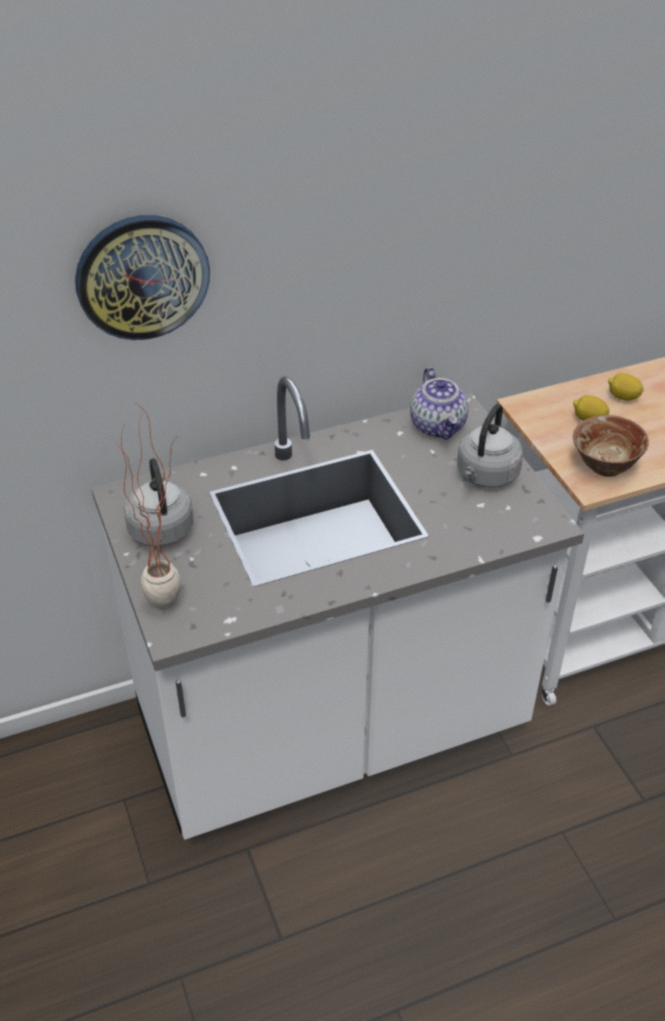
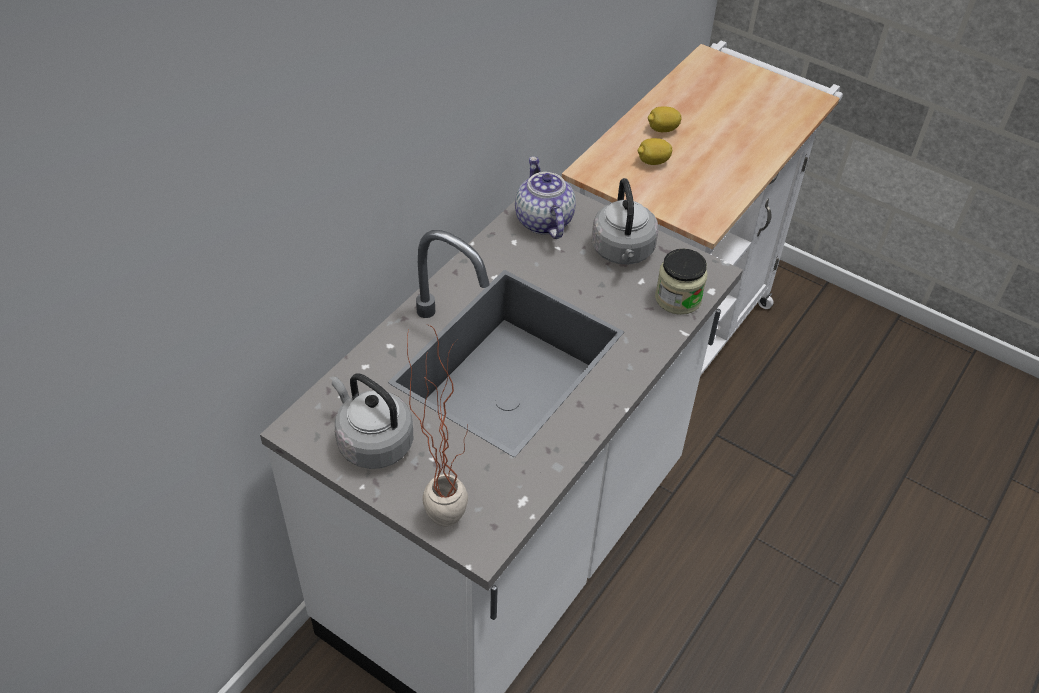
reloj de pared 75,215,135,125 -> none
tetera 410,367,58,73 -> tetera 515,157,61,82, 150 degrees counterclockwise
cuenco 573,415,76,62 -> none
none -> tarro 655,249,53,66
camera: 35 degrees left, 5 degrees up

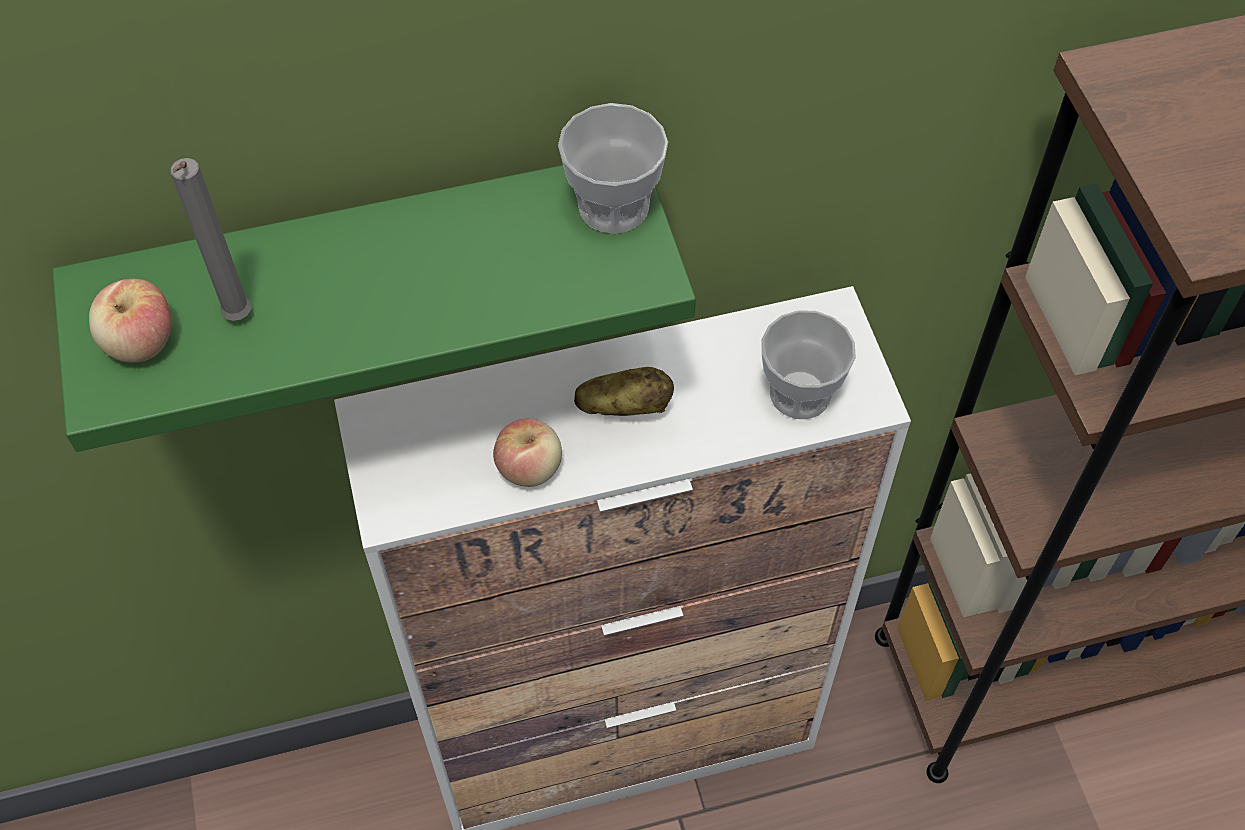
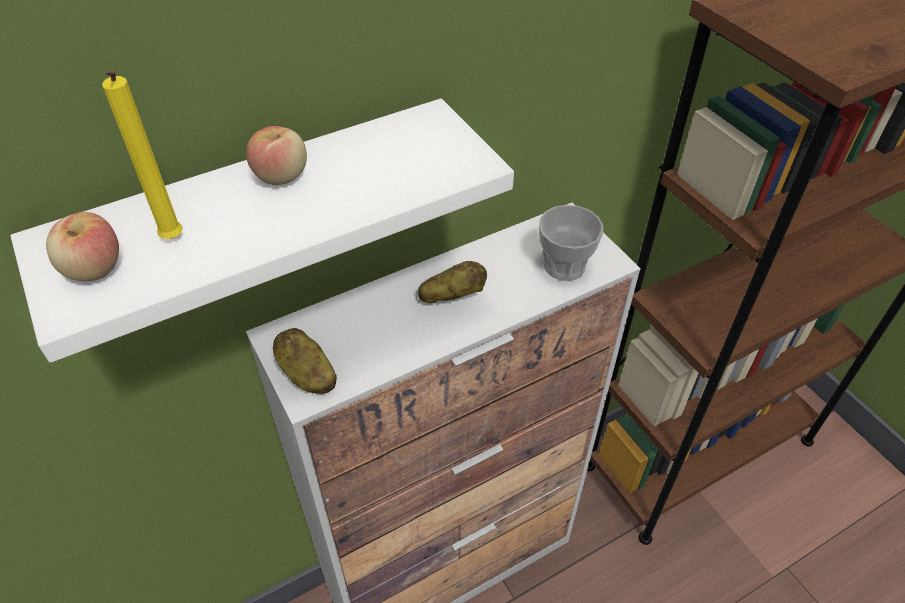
estante (verde) 52,165,644,287 -> estante (blanco) 11,98,503,265
vela (gris) 170,158,81,163 -> vela (amarillo) 102,71,81,168
manzana 493,418,69,69 -> manzana 246,126,61,59, shifted
taza 558,103,110,131 -> none
none -> patata 273,328,64,66
camera: 15 degrees left, 10 degrees down

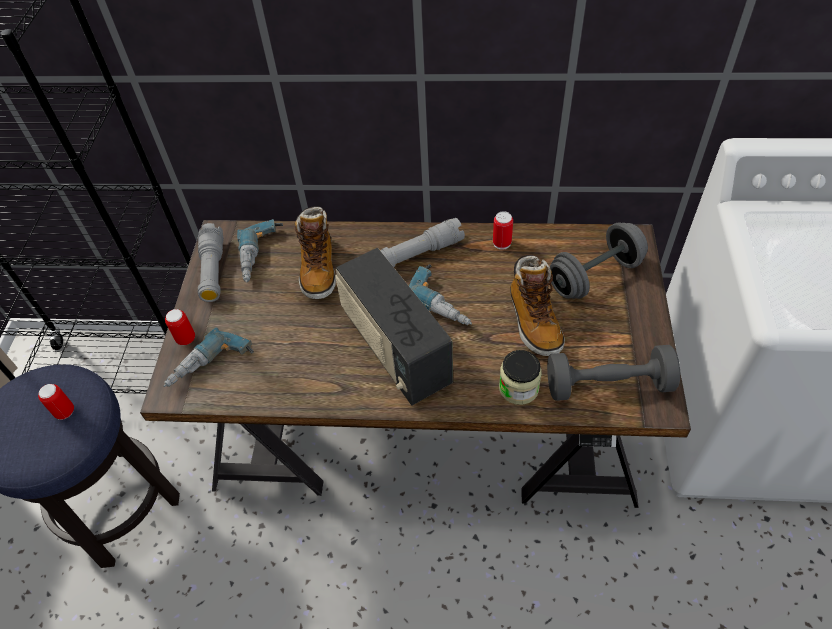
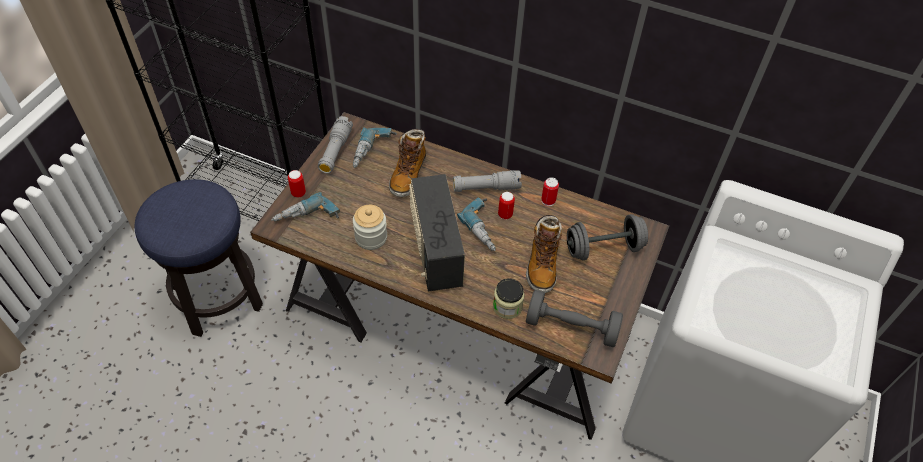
lata 38,384,36,36 -> lata 498,192,17,27, shifted
none -> tarro 353,205,34,45
camera: 15 degrees right, 0 degrees up

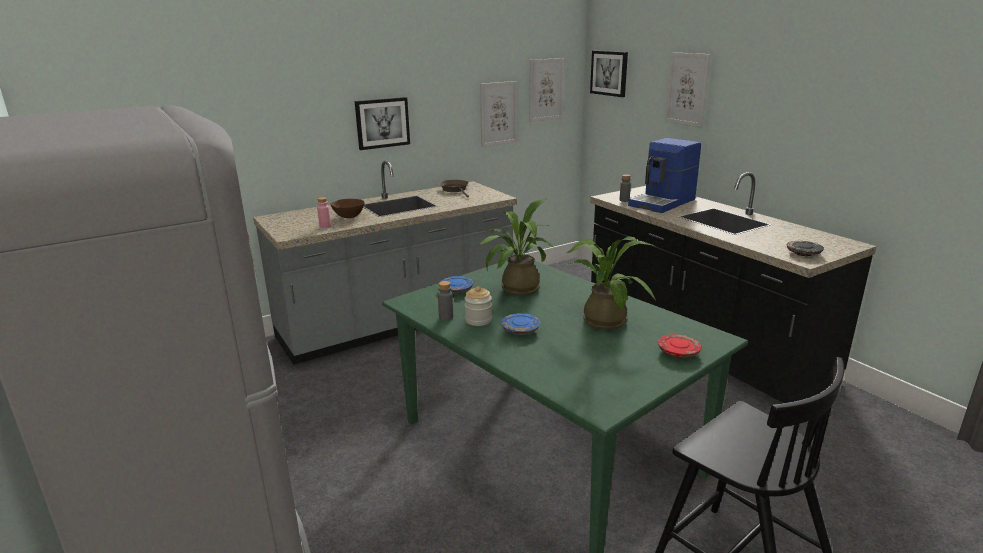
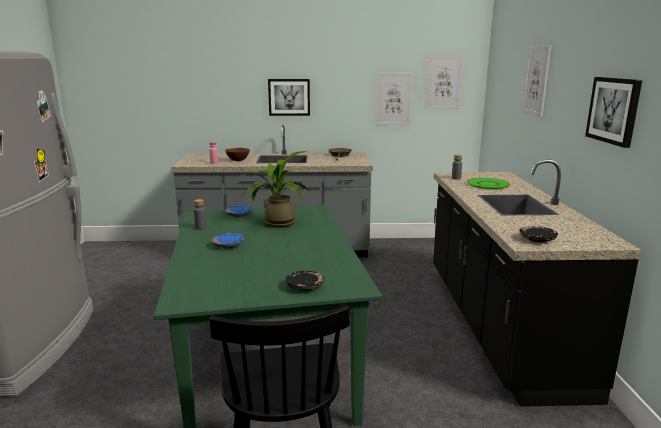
tarro 464,286,28,40 -> none
planta en maceta 562,236,94,94 -> none
cuadro 590,51,38,46 -> cuadro 585,77,57,71, shifted
cafetera 628,138,73,75 -> plato (verde) 467,178,43,11
plato (rojo) 658,334,44,24 -> plato (negro) 286,271,39,20
camera: 30 degrees right, 5 degrees down

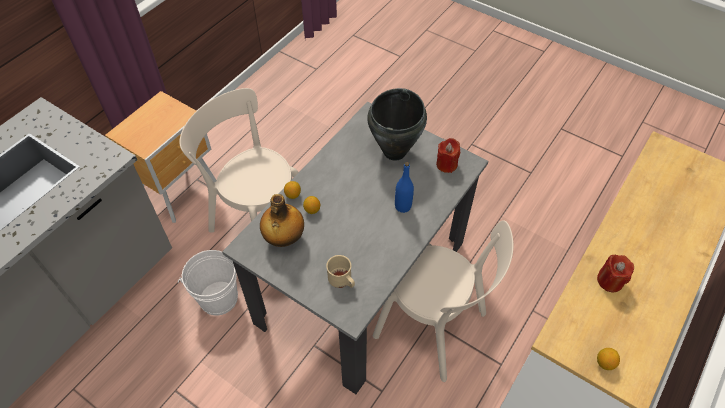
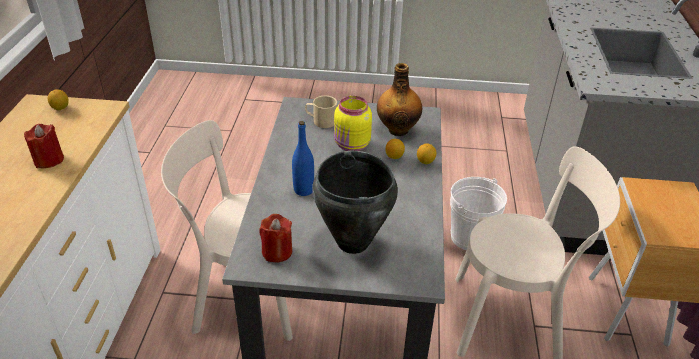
none -> tarro (amarillo) 334,96,38,55
camera: 150 degrees right, 15 degrees down

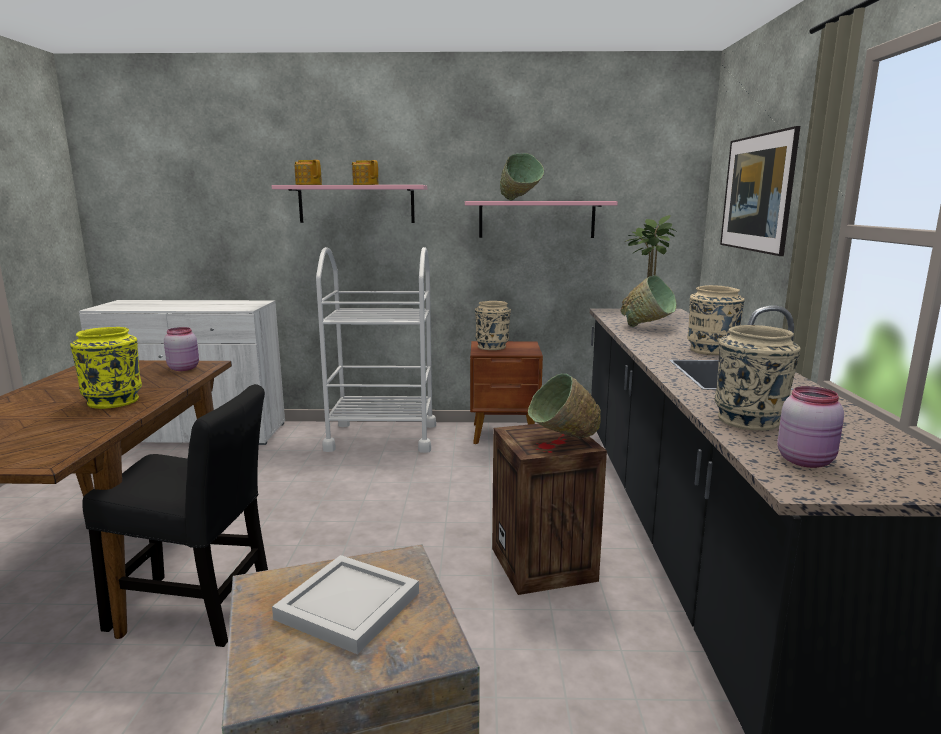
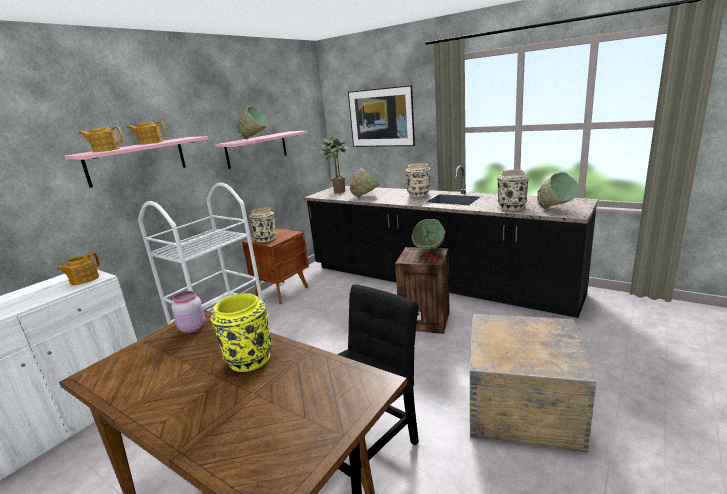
bandeja (blanco) 272,555,147,100 -> none
tarro (rosa) 777,386,67,82 -> cuenco (verde) 537,172,42,36
none -> tetera 57,252,43,33
camera: 55 degrees left, 5 degrees up

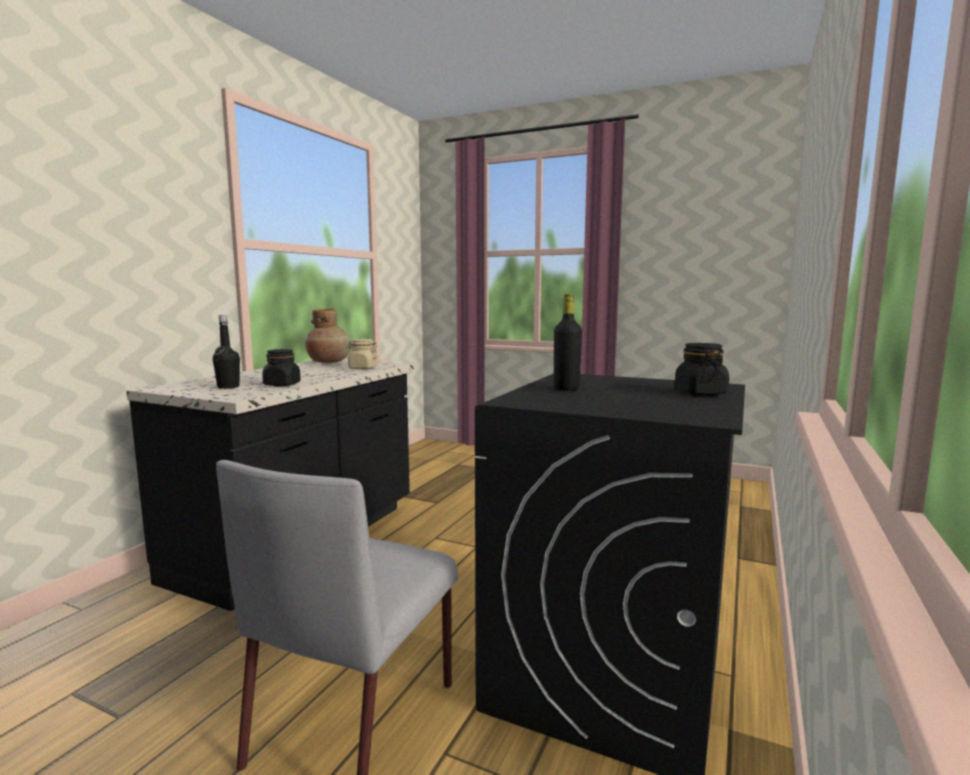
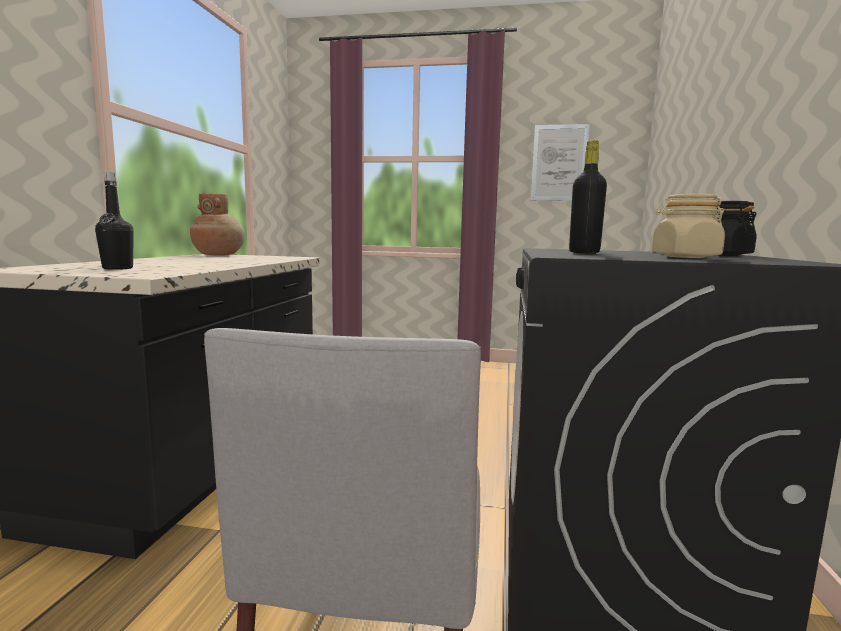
tarro (negro) 262,349,39,37 -> none
tarro (beis) 346,339,33,30 -> tarro (beis) 652,194,73,64, shifted
none -> cuadro 531,124,59,77
camera: 15 degrees left, 0 degrees up

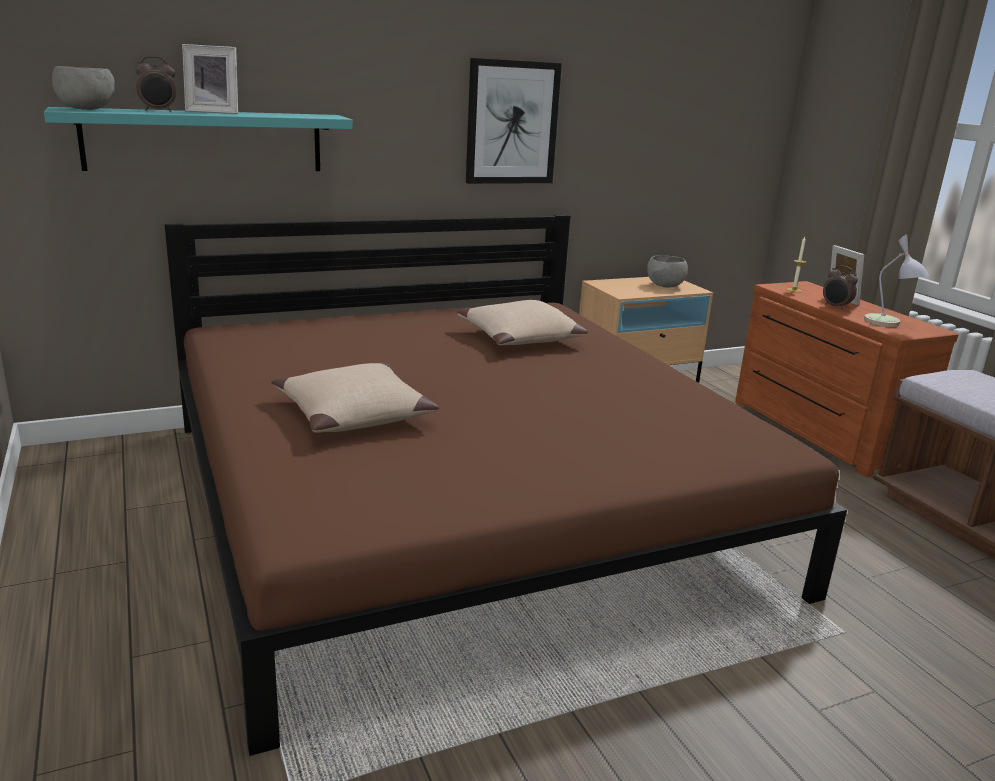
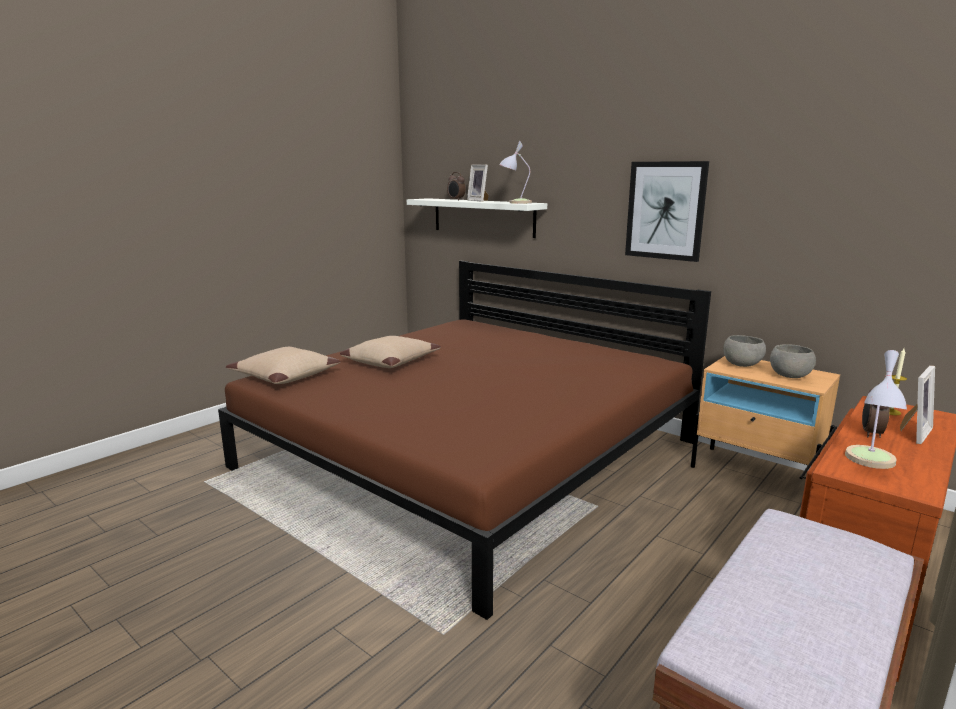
estante (turquesa) 44,107,308,64 -> estante (blanco) 407,198,140,40
cuenco (gris) 52,66,63,44 -> cuenco (gris) 723,335,43,32, shifted
cojín (beis) 457,300,131,45 -> cojín (beis) 226,347,115,37, shifted
none -> lámpara de mesa 499,141,33,63
camera: 65 degrees right, 5 degrees down

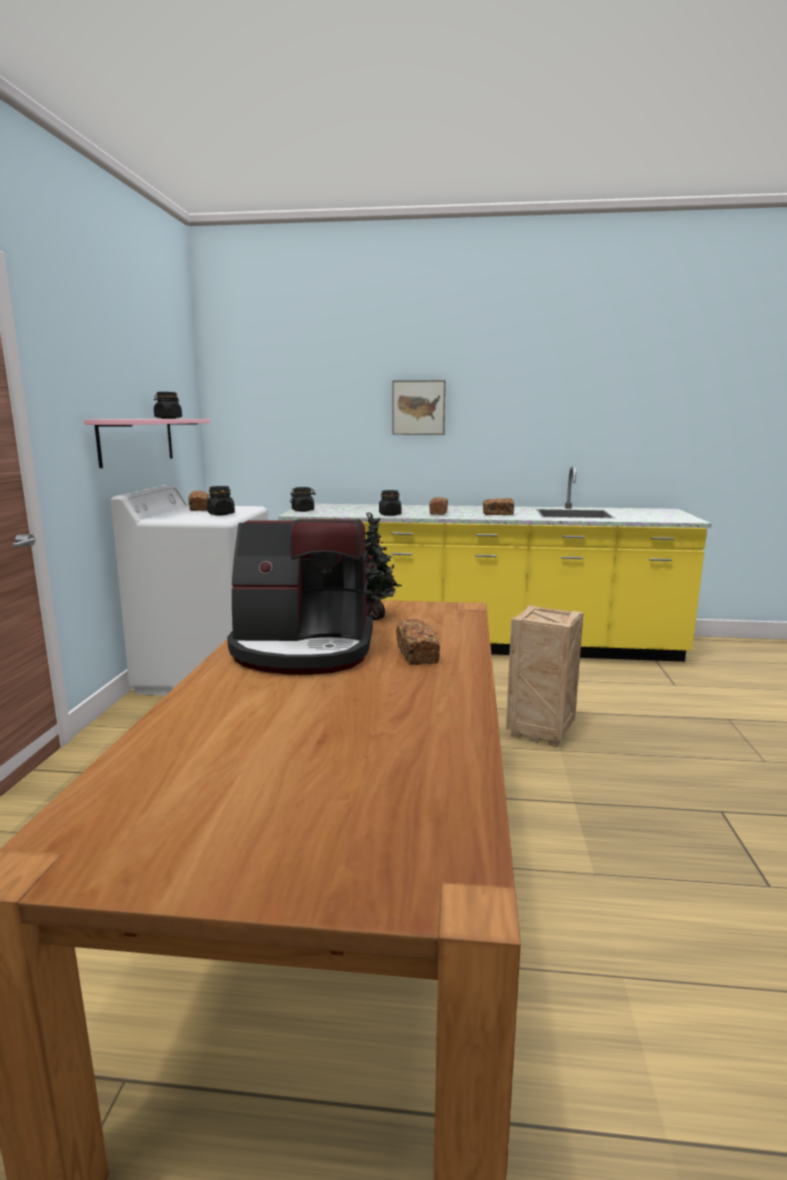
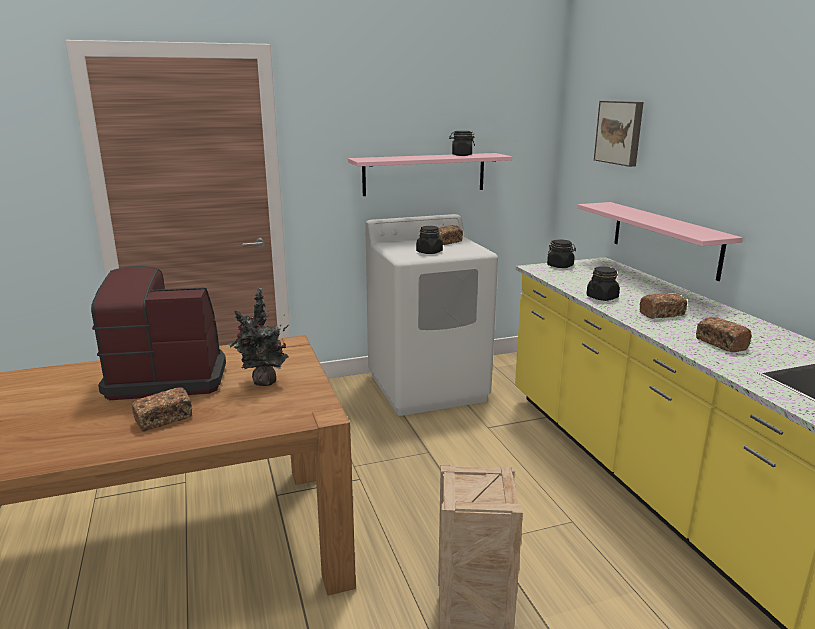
cafetera 227,519,146,156 -> cafetera 91,266,135,134, 105 degrees clockwise
cuadro 392,380,53,55 -> cuadro 594,101,50,66, shifted
none -> estante (rosa) 577,202,166,79
camera: 65 degrees right, 5 degrees up

